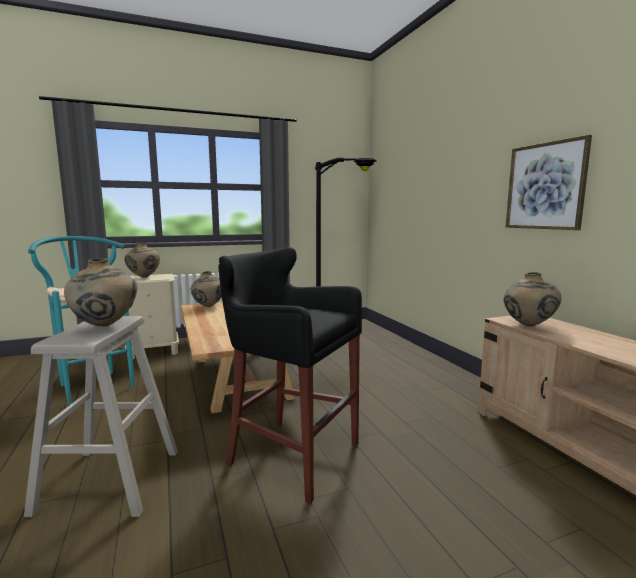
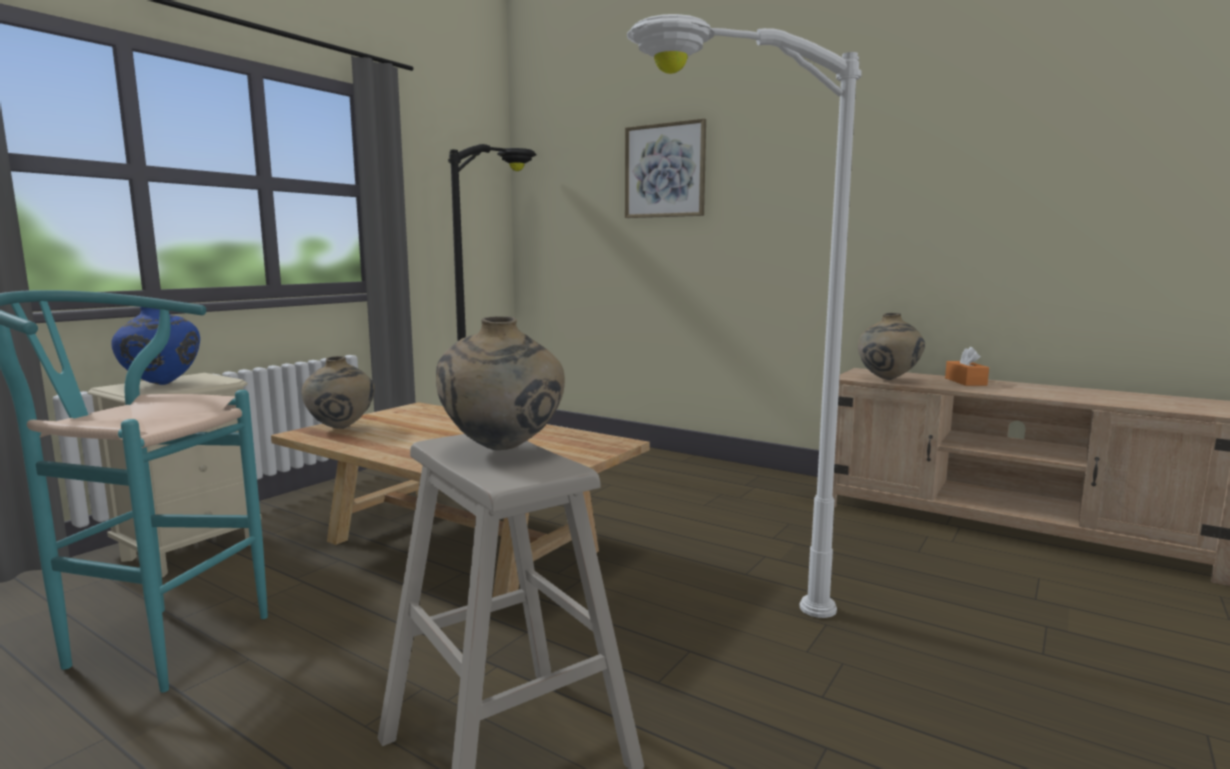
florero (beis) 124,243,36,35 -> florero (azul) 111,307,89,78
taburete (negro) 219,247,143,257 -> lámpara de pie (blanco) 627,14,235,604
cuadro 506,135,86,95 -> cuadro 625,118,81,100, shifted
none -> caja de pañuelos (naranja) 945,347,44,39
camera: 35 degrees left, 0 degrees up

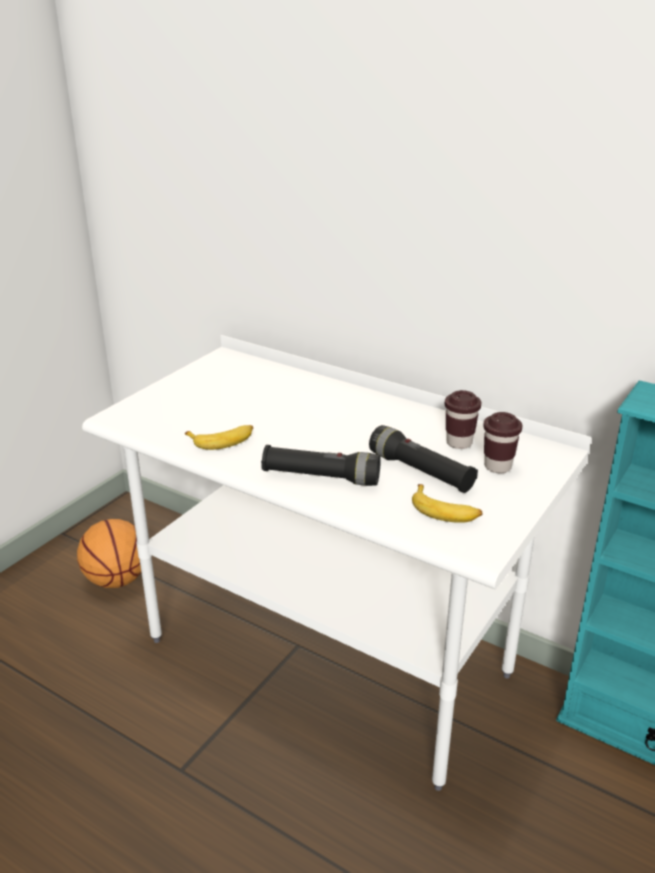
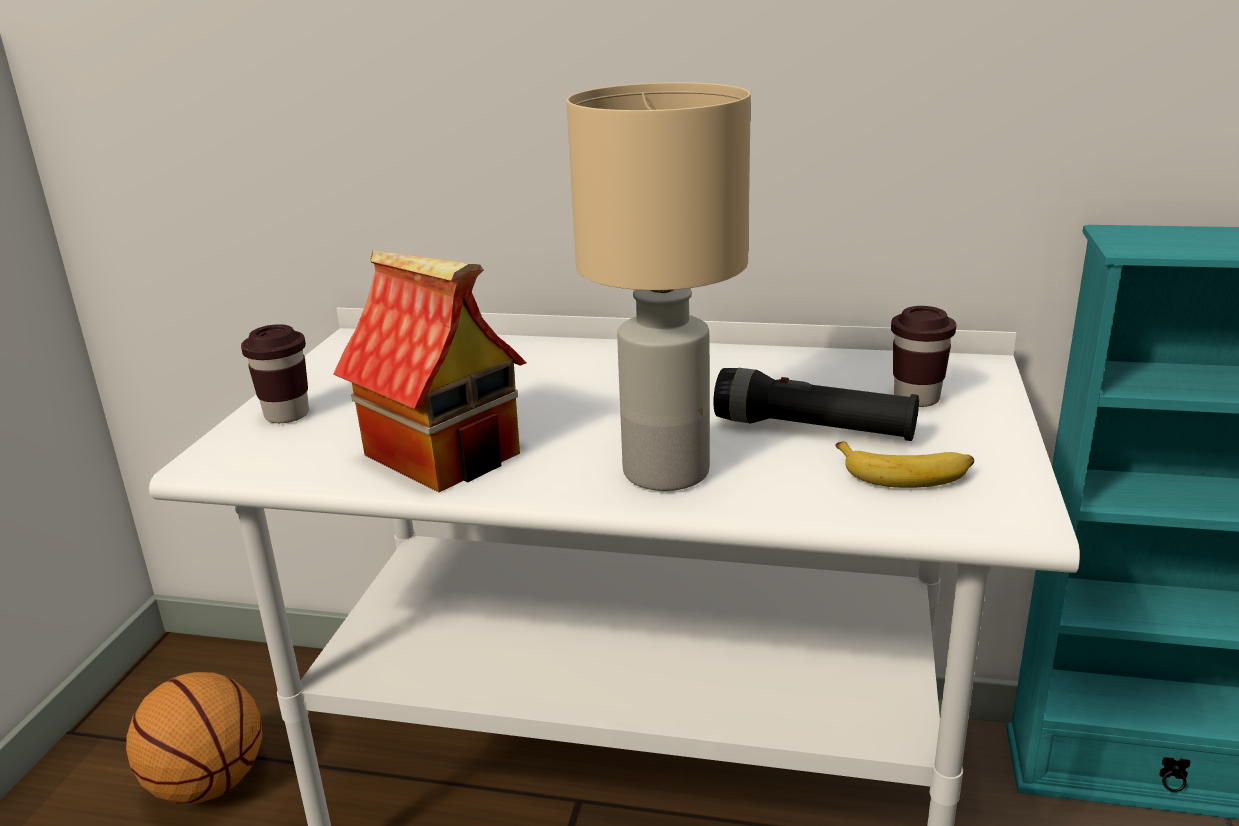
plátano 185,425,68,25 -> casita 333,250,194,242
linterna (negro) 261,445,120,41 -> lámpara de mesa (beis) 566,82,185,409
taza (marrón) 445,390,36,59 -> taza (marrón) 241,324,68,99, shifted
camera: 20 degrees left, 5 degrees down

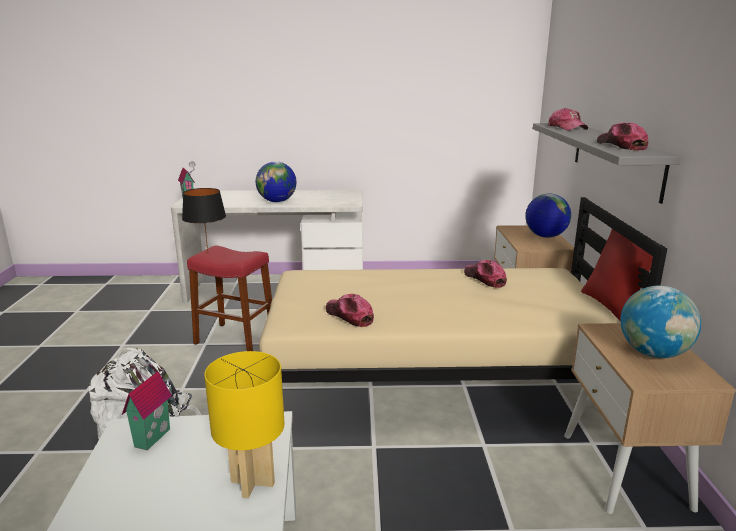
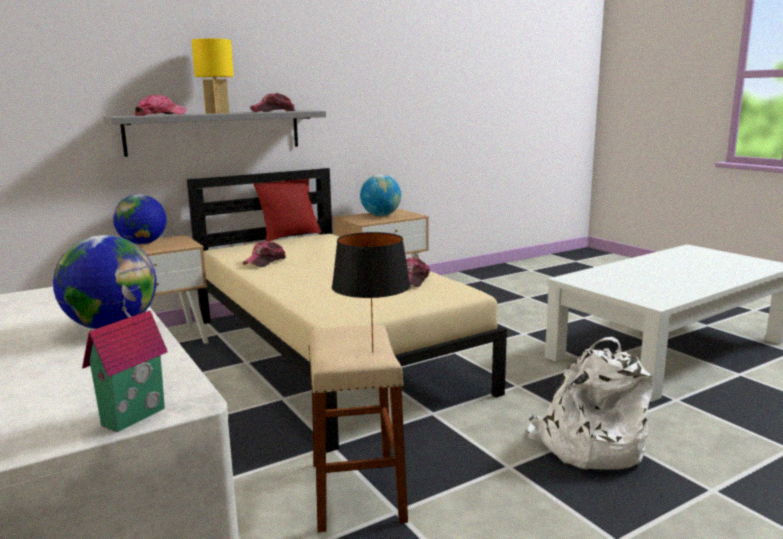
casita 122,357,50,93 -> none
taburete (rojo) 187,246,85,105 -> taburete (beis) 309,325,99,208
lámpara de mesa (amarillo) 204,351,81,147 -> lámpara de mesa (amarillo) 192,38,42,76, shifted
camera: 120 degrees left, 5 degrees down

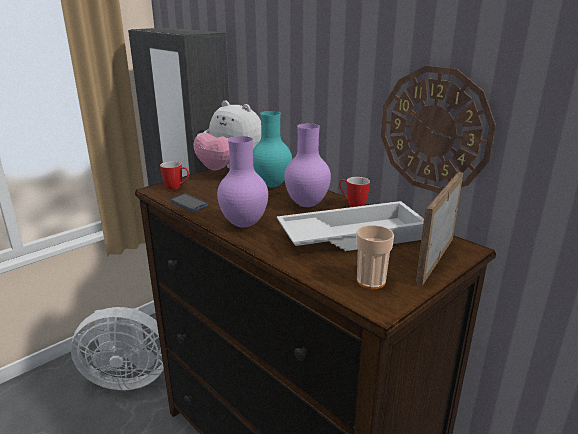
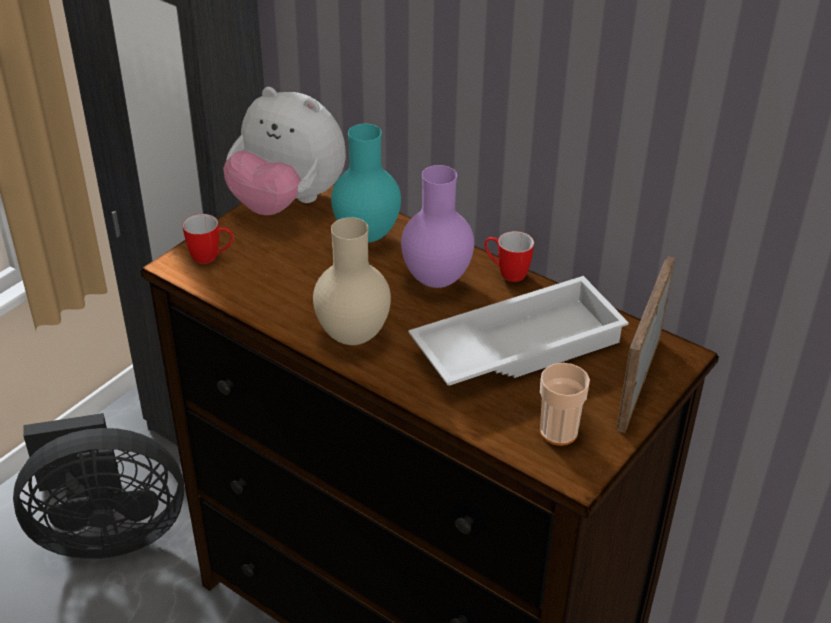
ventilador (blanco) 71,307,93,83 -> ventilador (negro) 13,413,171,146
móvil 170,193,38,18 -> none
florero (morado) 217,136,51,92 -> florero (beis) 313,217,78,128
reloj de pared 381,65,115,128 -> none
camera: 10 degrees left, 15 degrees up

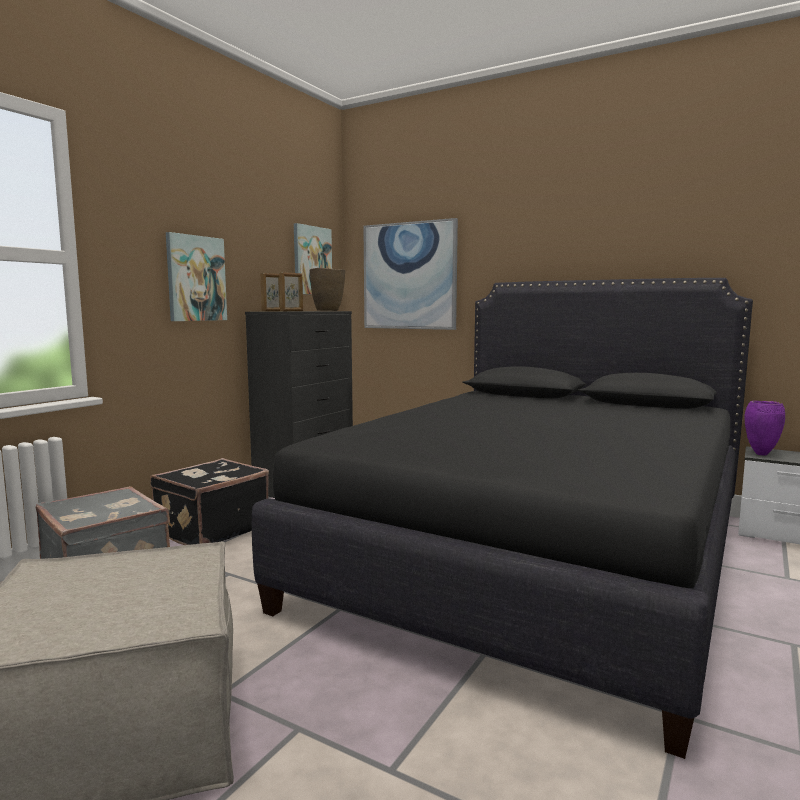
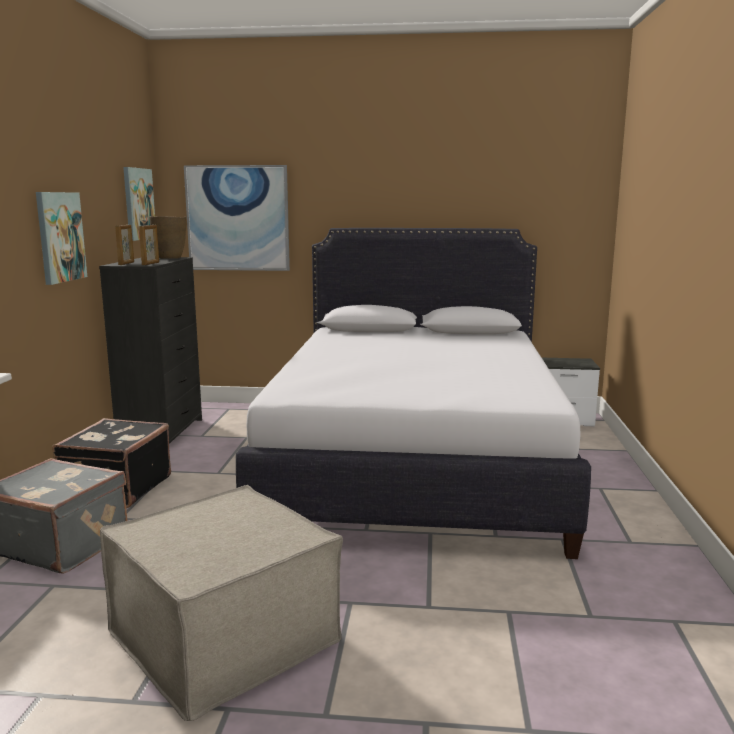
cama (negro) 252,278,501,481 -> cama (blanco) 236,228,355,331
florero (morado) 745,401,40,54 -> none
camera: 25 degrees left, 5 degrees up

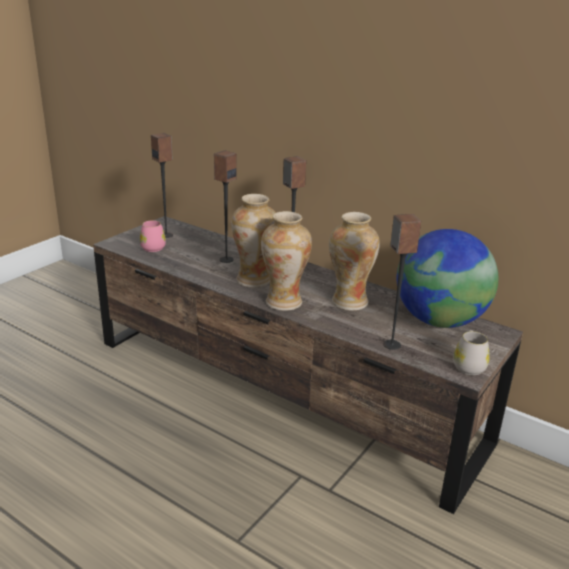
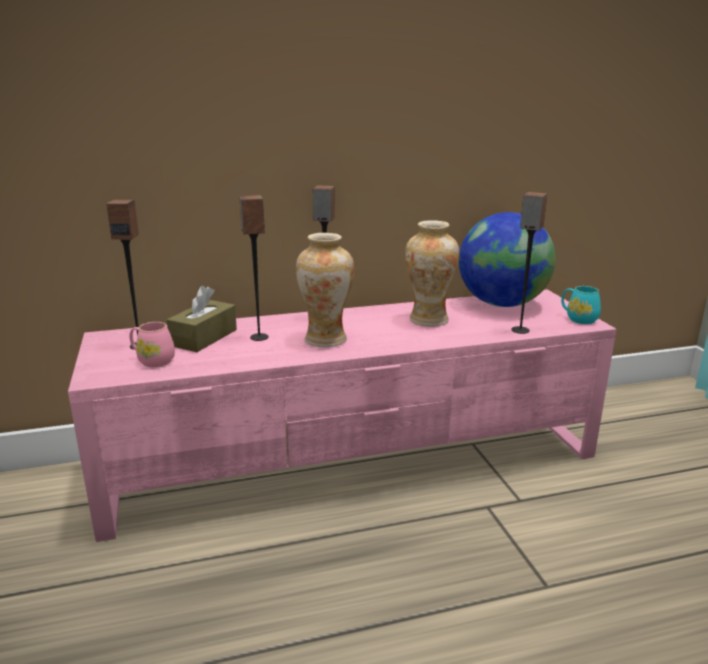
mueble de televisión (marrón) 93,216,430,298 -> mueble de televisión (rosa) 68,289,548,253
florero 261,211,51,100 -> none
taza grande (blanco) 453,330,37,45 -> taza grande (turquesa) 561,286,40,38
none -> caja de pañuelos (marrón) 167,286,70,66
camera: 50 degrees left, 5 degrees down

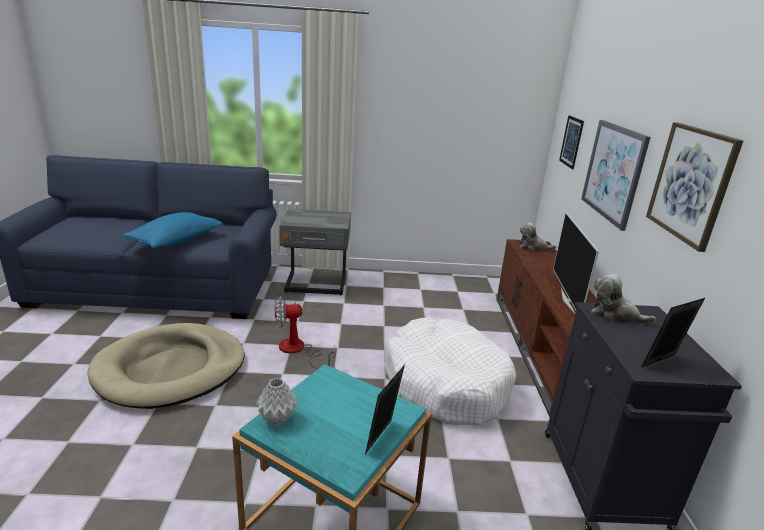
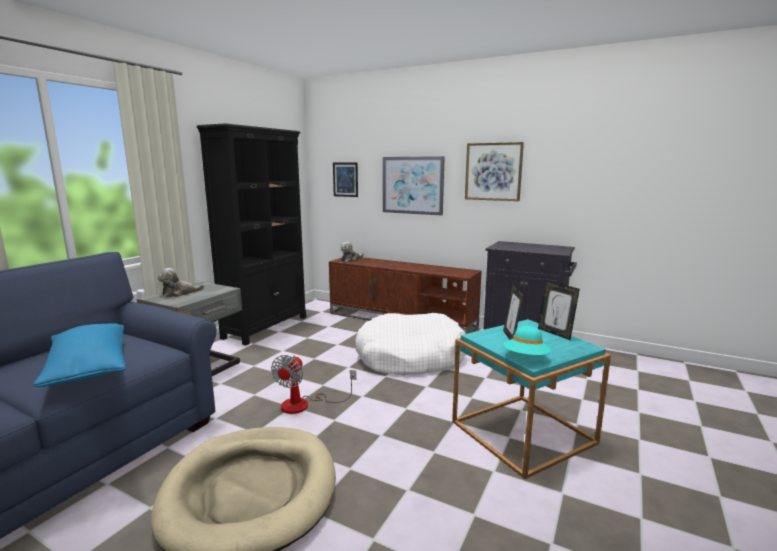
florero (gris) 256,378,41,48 -> sombrero (turquesa) 503,326,48,29
televisor 553,212,46,102 -> none
peluche 591,274,65,50 -> peluche 158,268,46,29, shifted
portarretratos 642,298,63,69 -> portarretratos 503,284,21,56, shifted
none -> estantería (negro) 196,123,110,223
camera: 60 degrees left, 10 degrees down

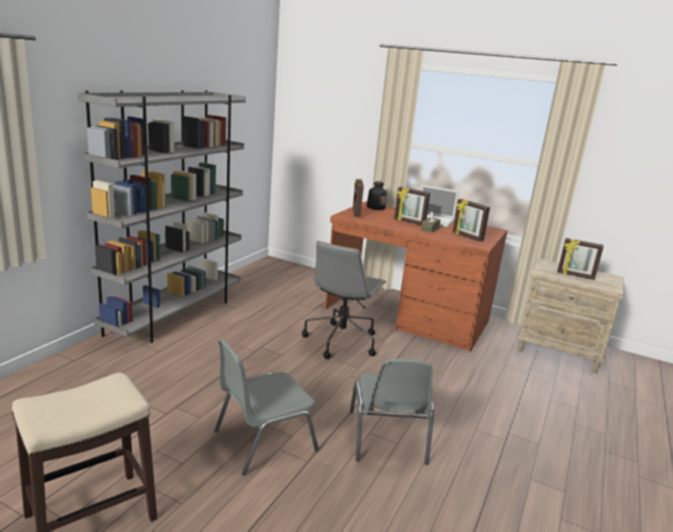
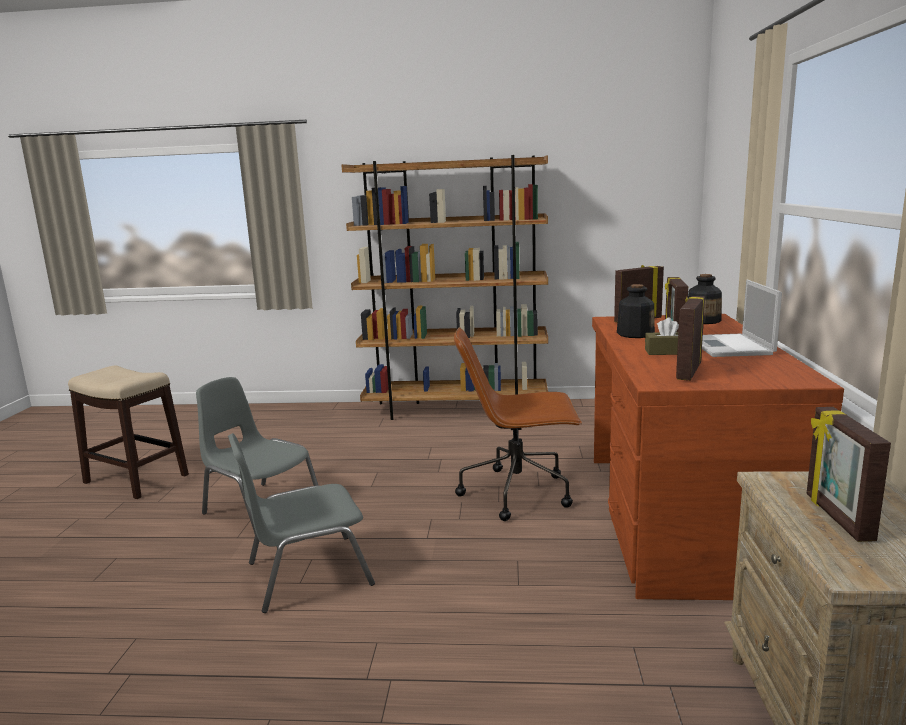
estantería (gris) 78,90,168,253 -> estantería (marrón) 341,155,207,265
silla de oficina (gris) 302,241,84,118 -> silla de oficina (marrón) 454,327,128,194
none -> botella 617,284,38,54
camera: 70 degrees right, 5 degrees down

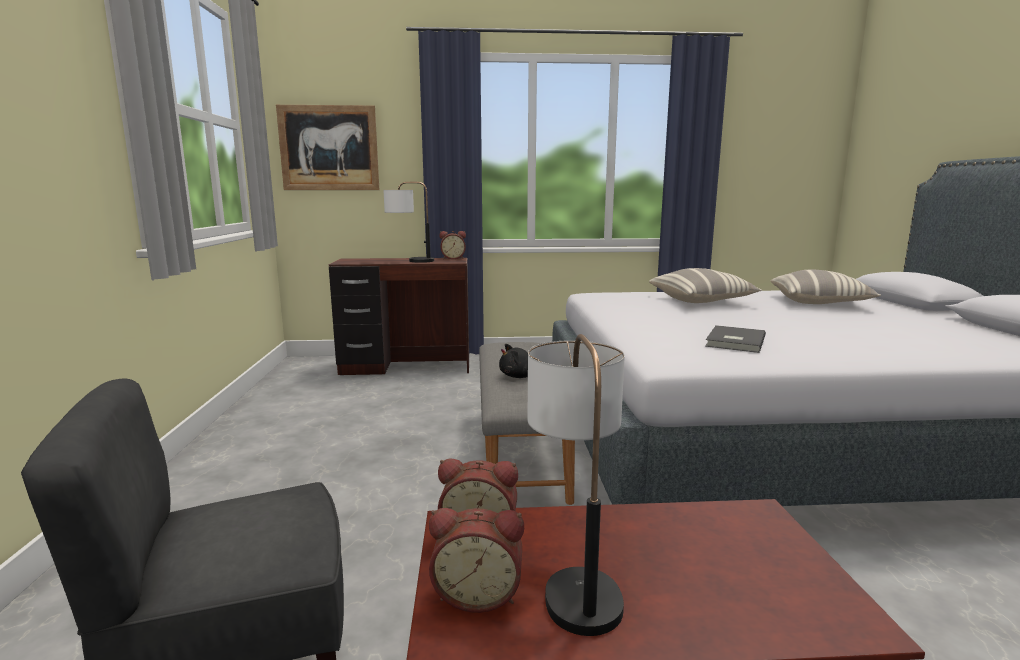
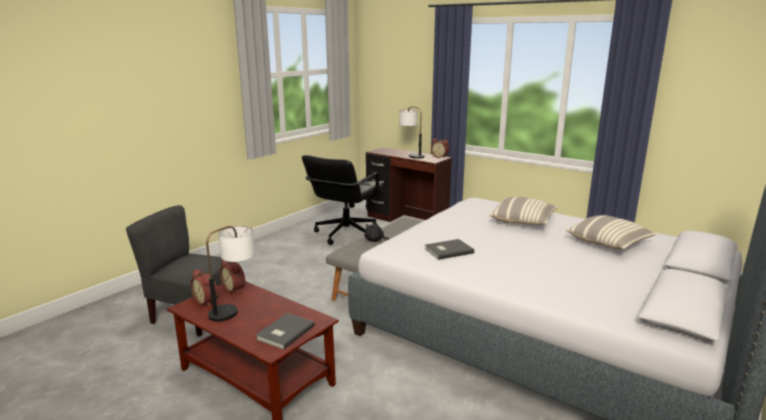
cuadro 276,105,103,85 -> none
none -> libro (gris) 256,313,59,37
none -> silla de oficina (negro) 302,155,81,90
camera: 40 degrees right, 5 degrees up

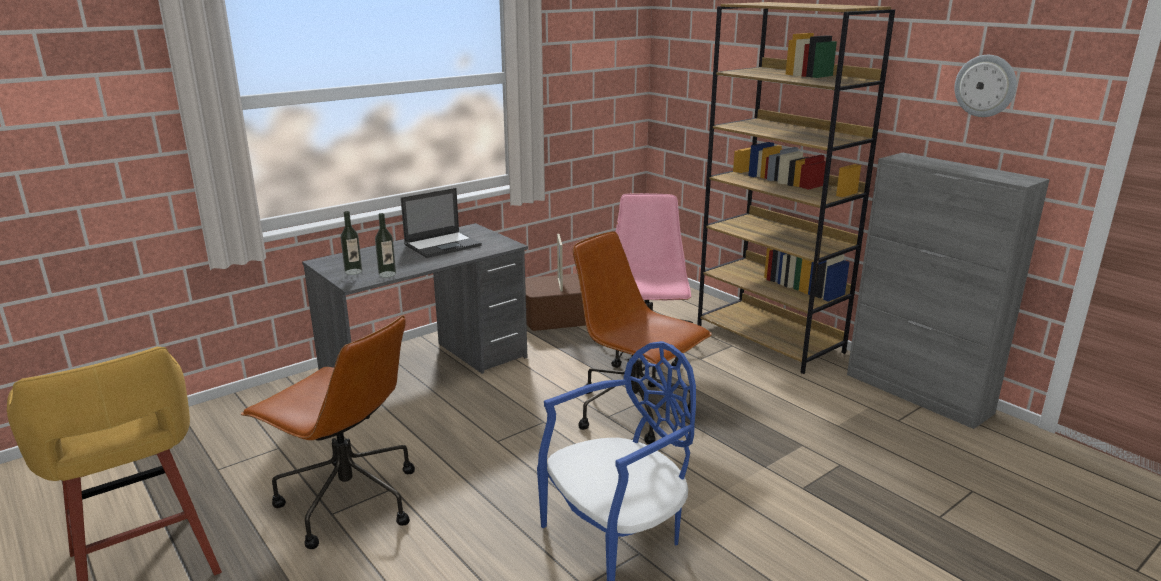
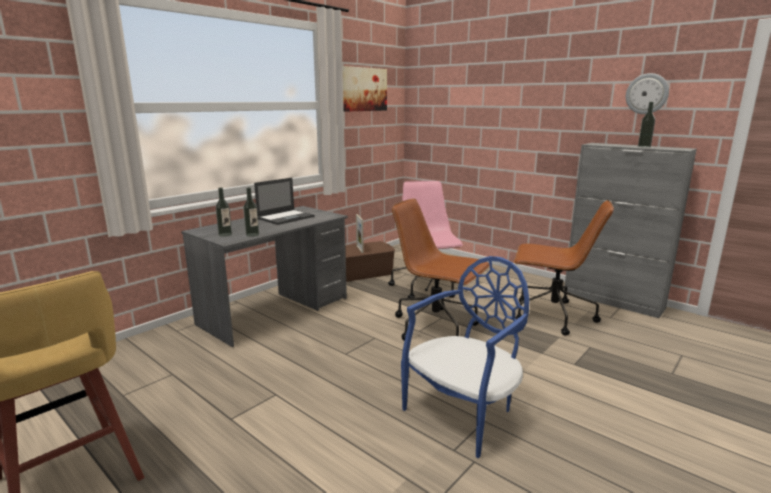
silla de oficina (marrón) 241,315,174,234 -> silla de oficina (marrón) 514,200,100,136, shifted
estantería (marrón) 697,2,198,372 -> none
none -> cuadro 342,66,45,46
none -> botella 638,102,17,46
camera: 10 degrees left, 5 degrees down

